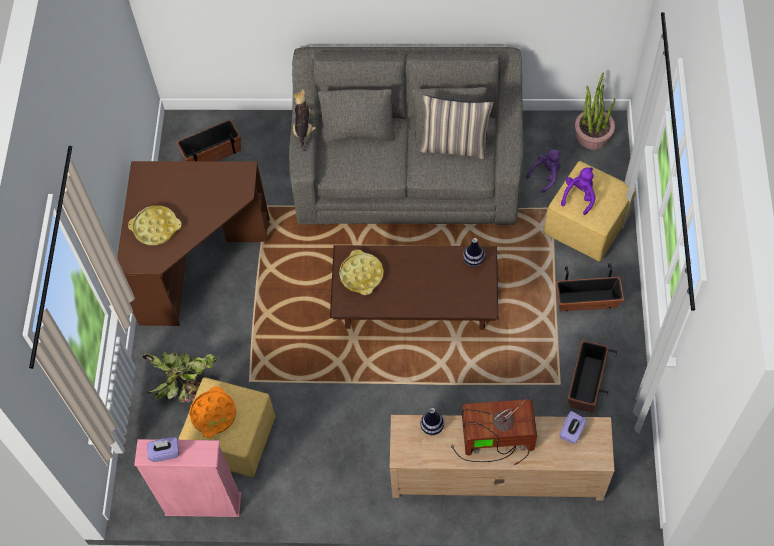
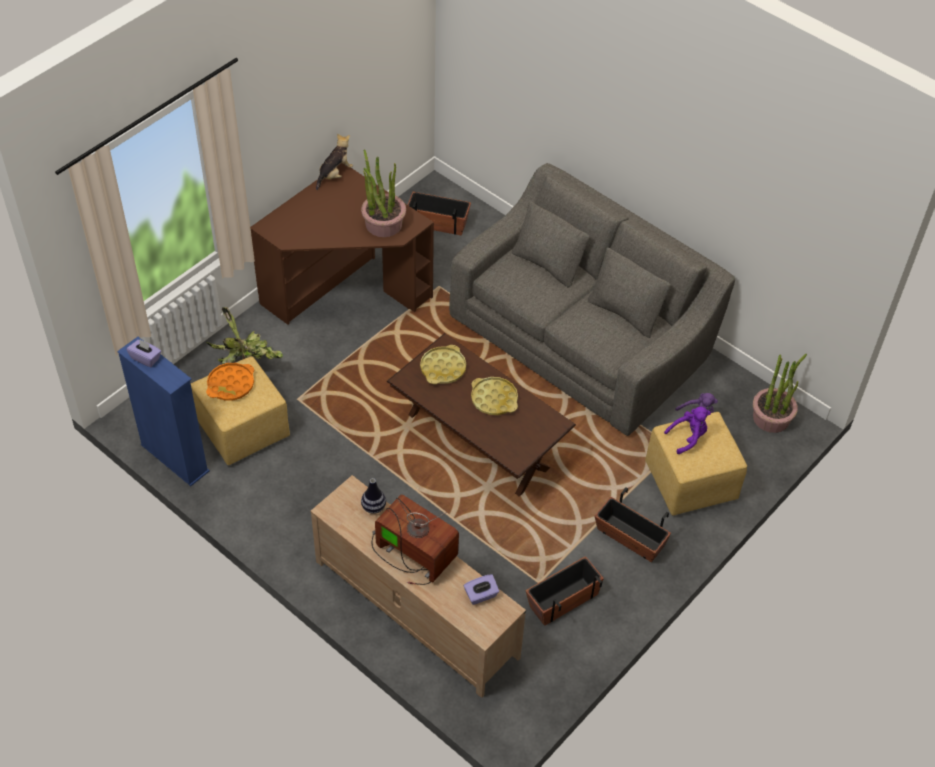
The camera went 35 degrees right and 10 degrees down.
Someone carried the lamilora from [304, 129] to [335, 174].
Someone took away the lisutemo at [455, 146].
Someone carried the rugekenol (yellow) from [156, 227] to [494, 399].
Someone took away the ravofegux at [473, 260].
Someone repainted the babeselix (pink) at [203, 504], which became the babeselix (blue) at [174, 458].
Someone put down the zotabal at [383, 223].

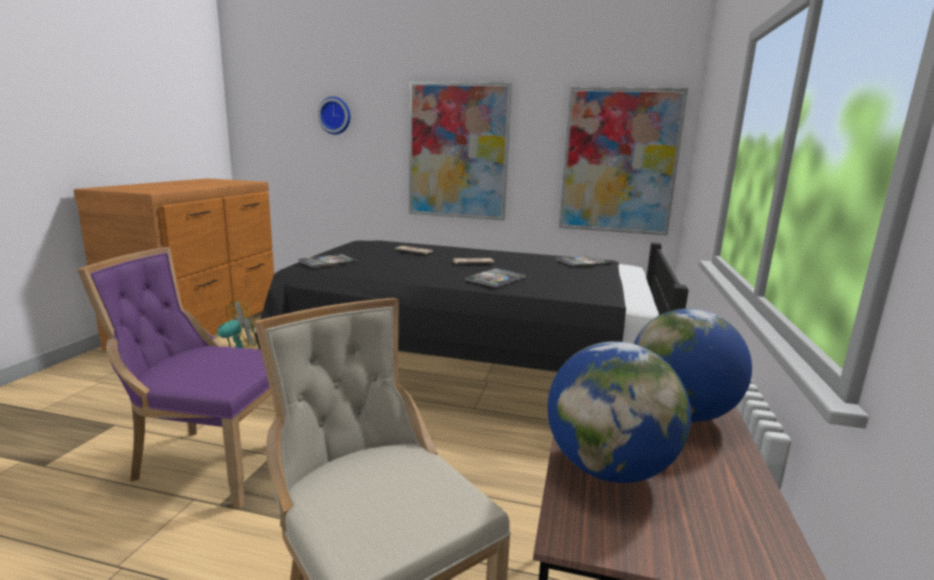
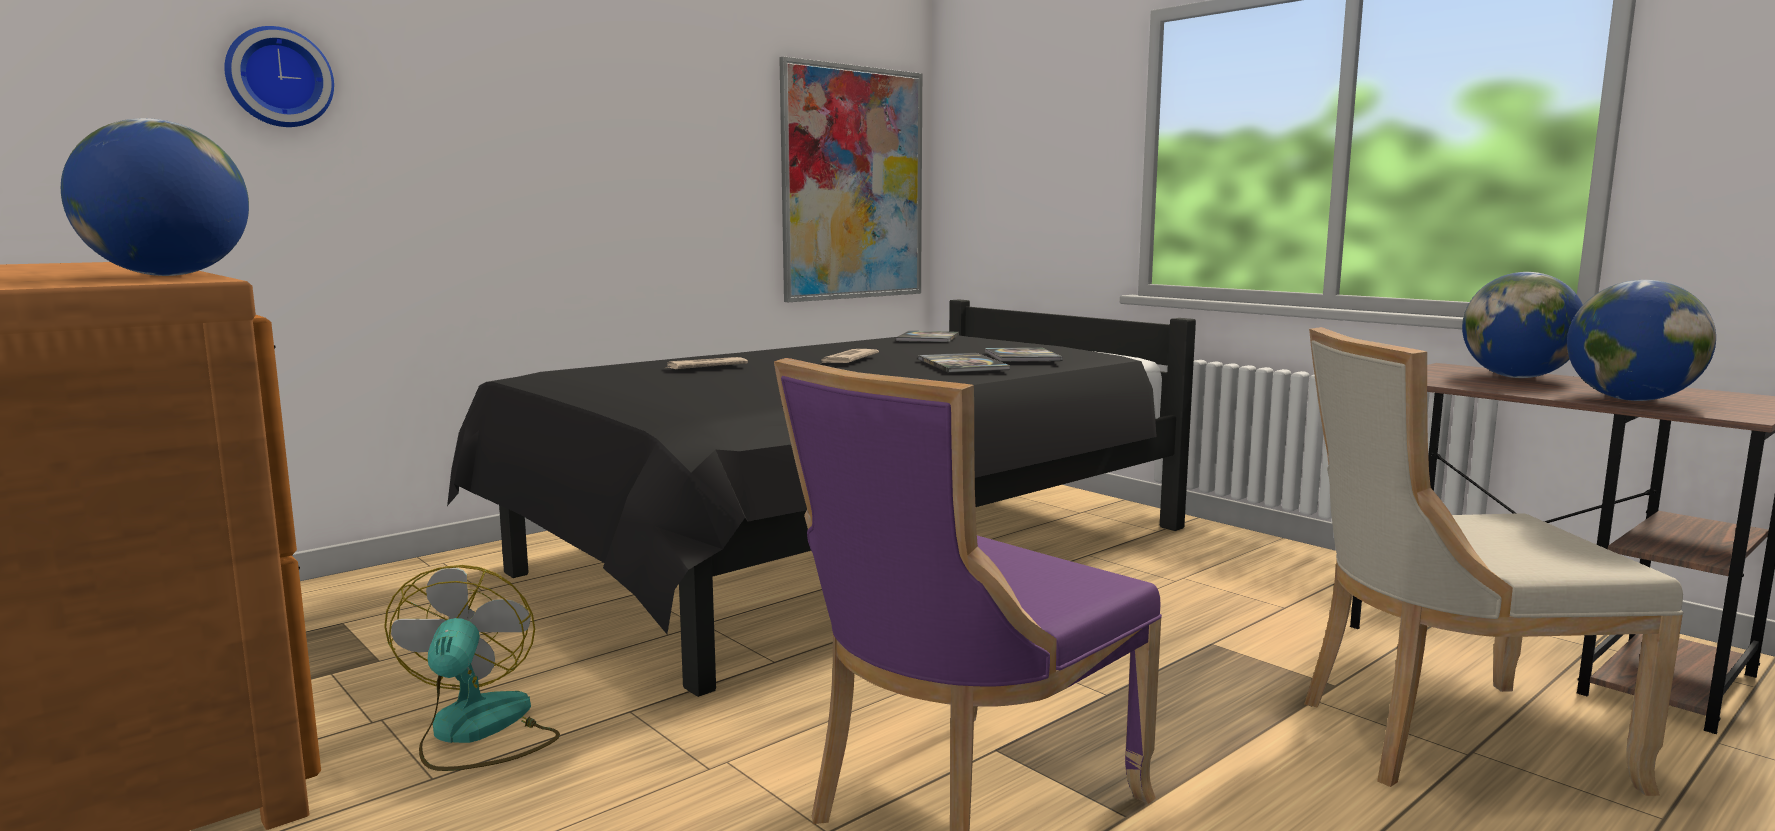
The camera went 55 degrees left and 5 degrees down.
Someone took away the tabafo at [458, 151].
Someone carried the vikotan from [328, 262] to [1022, 357].
Someone put down the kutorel at [169, 275].

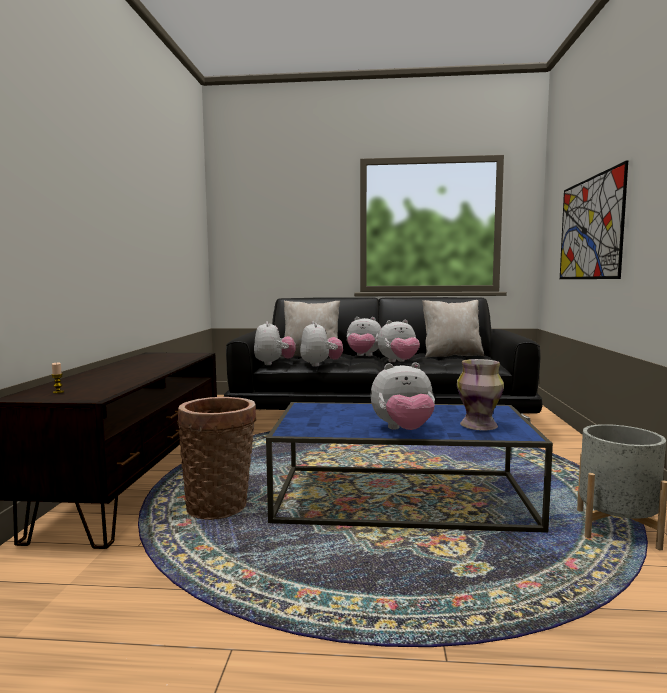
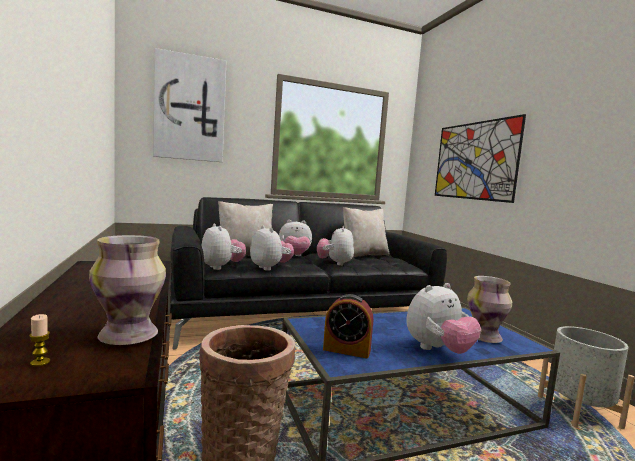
The camera went 25 degrees left and 0 degrees up.
Someone rotated the lamilora at [399, 362] by 135 degrees clockwise.
Someone put up the tabafo at [190, 108].
Someone put down the ravofegux at [130, 335].
Someone put down the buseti at [346, 350].

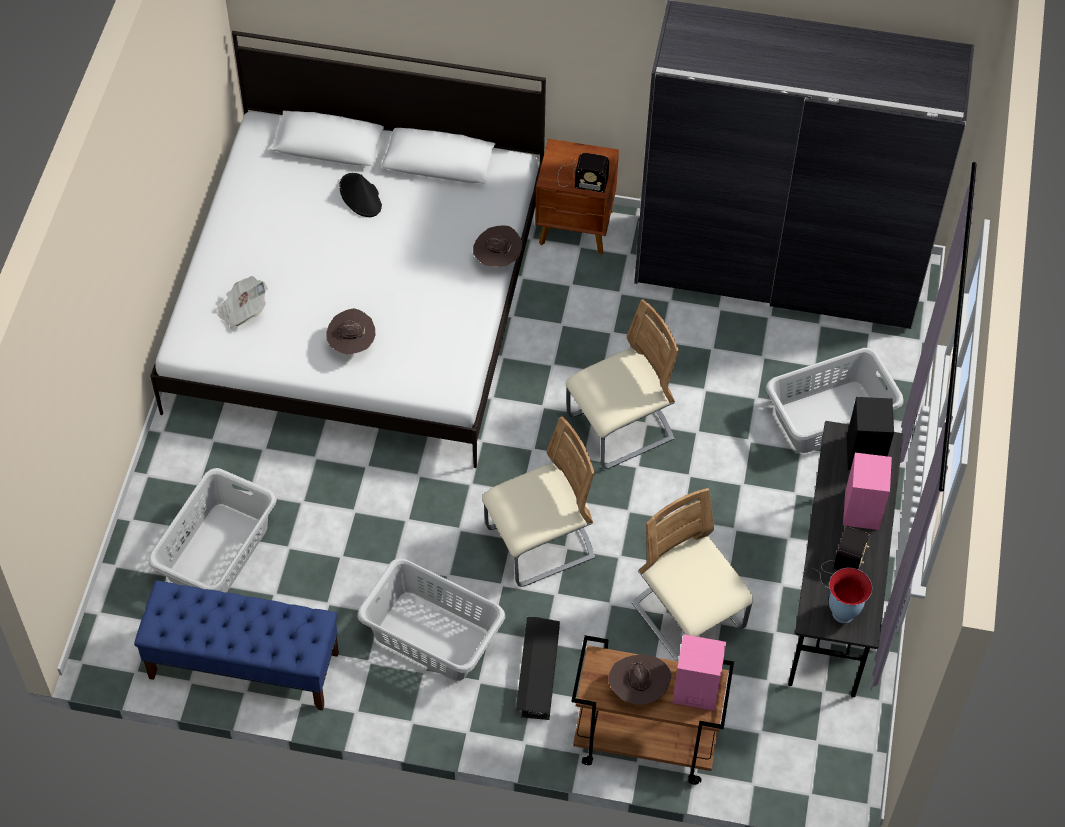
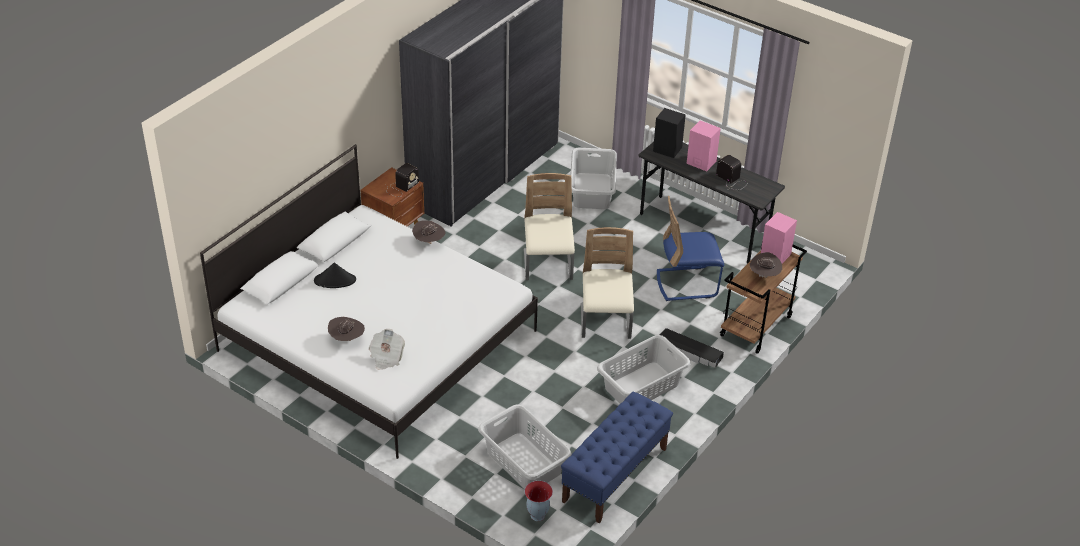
The camera went 65 degrees left and 15 degrees down.
Someone carried the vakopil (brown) from [351, 345] to [347, 339].
Someone repainted the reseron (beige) at [688, 617], which became the reseron (blue) at [687, 284].
Someone carried the ravofegux from [842, 613] to [537, 515].

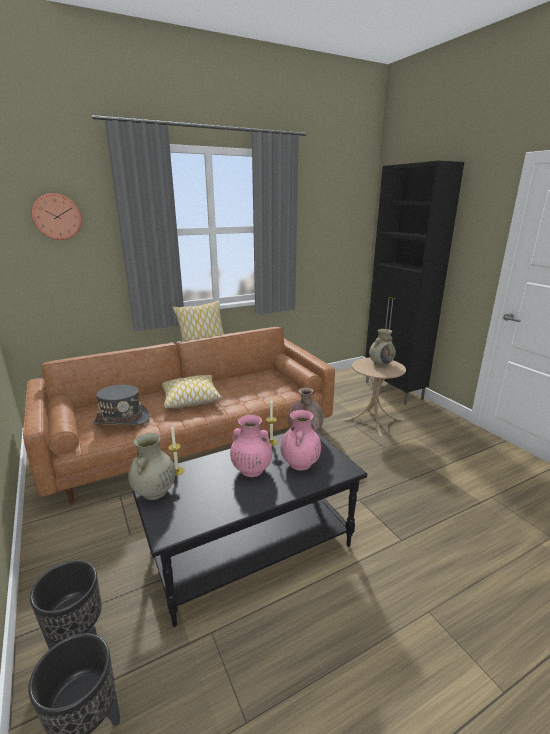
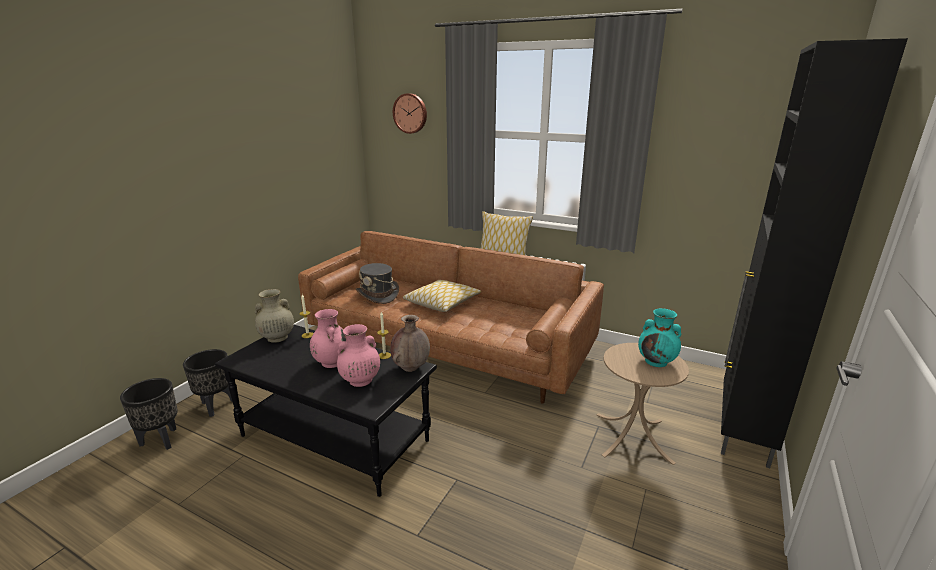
The camera went 55 degrees right and 0 degrees up.
Someone repainted the ravofegux (beige) at [381, 364], which became the ravofegux (turquoise) at [657, 361].

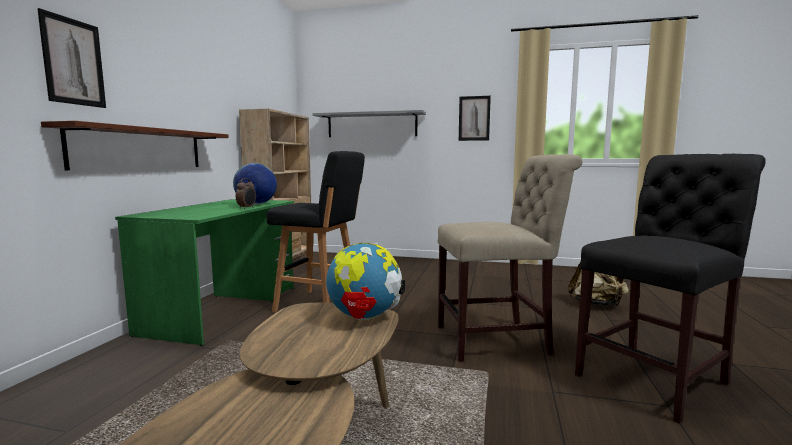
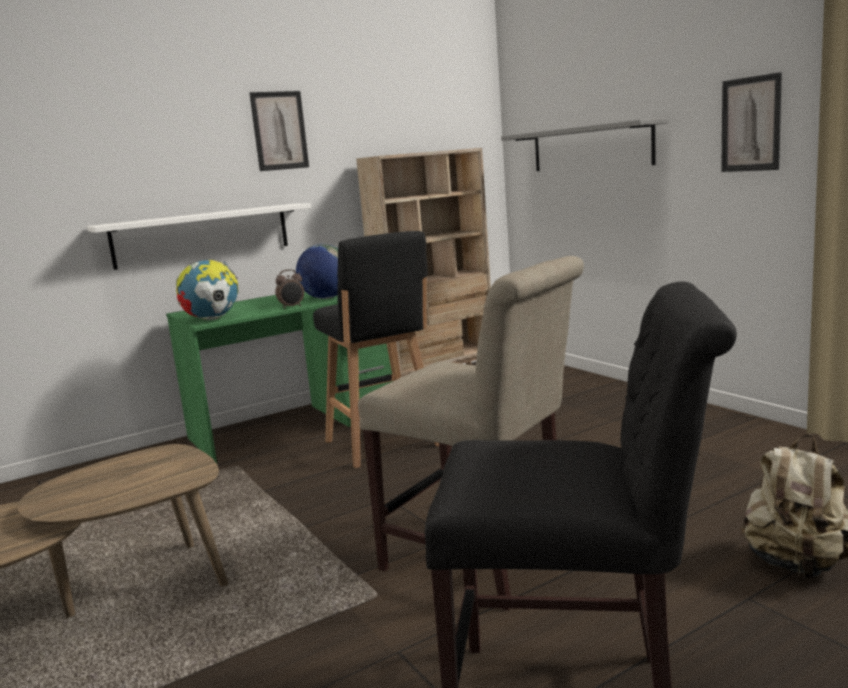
The camera went 45 degrees right and 5 degrees up.
Someone carried the tabafo from [73, 62] to [279, 131].
Someone repainted the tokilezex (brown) at [141, 149], which became the tokilezex (white) at [202, 235].
Someone carried the kutorel from [364, 317] to [212, 319].

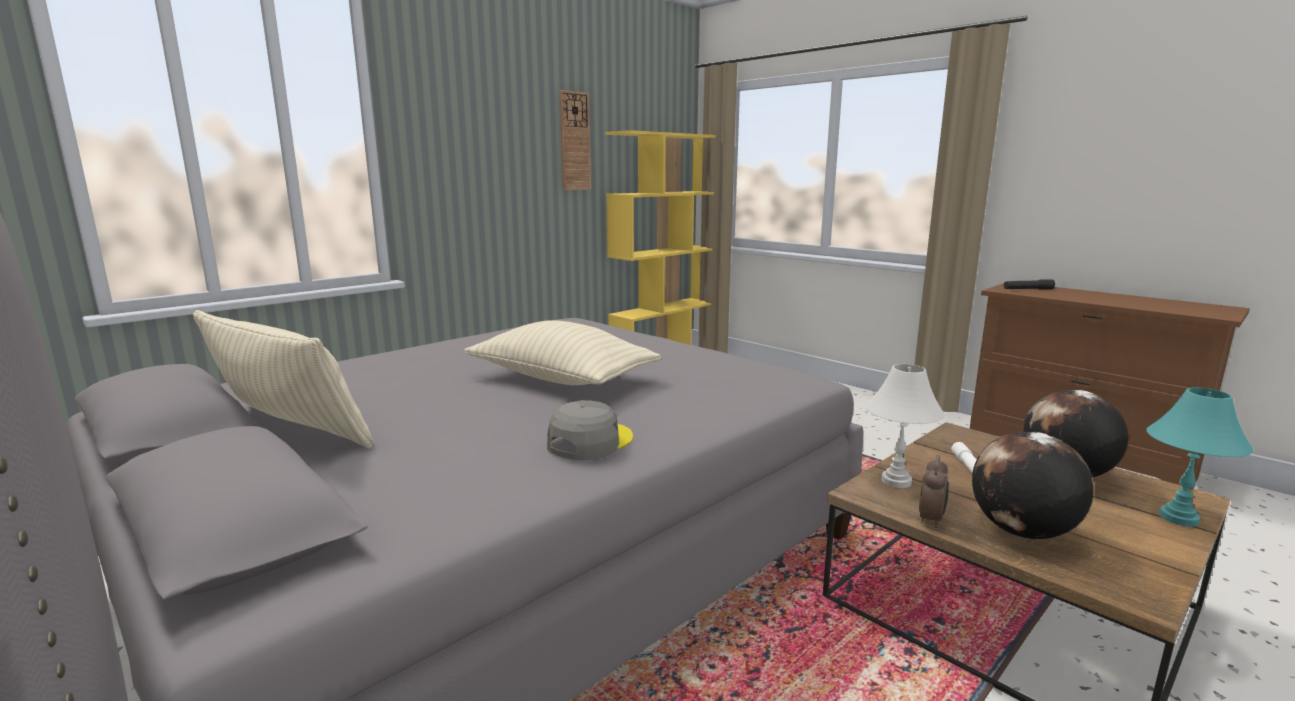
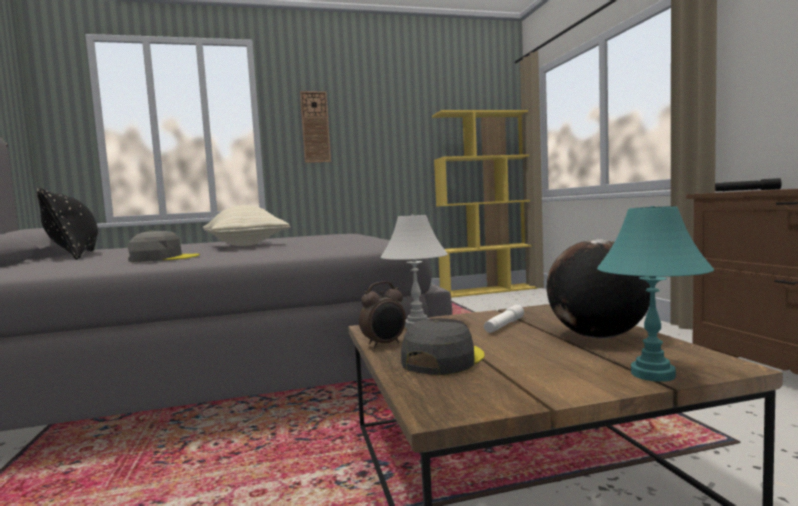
The camera went 30 degrees right and 10 degrees down.
Someone carried the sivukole from [574, 141] to [315, 127].
Someone repainted the lisutemo (beige) at [291, 429], which became the lisutemo (black) at [74, 256].
Someone swapped the kutorel at [1021, 532] for the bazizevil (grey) at [442, 359].

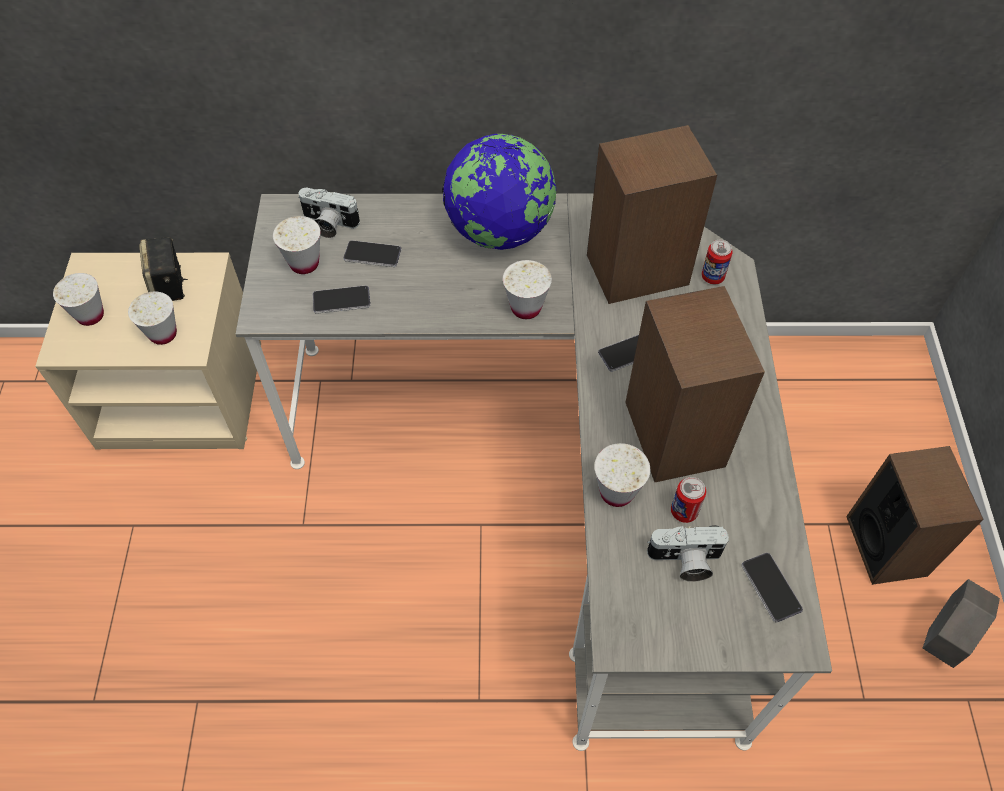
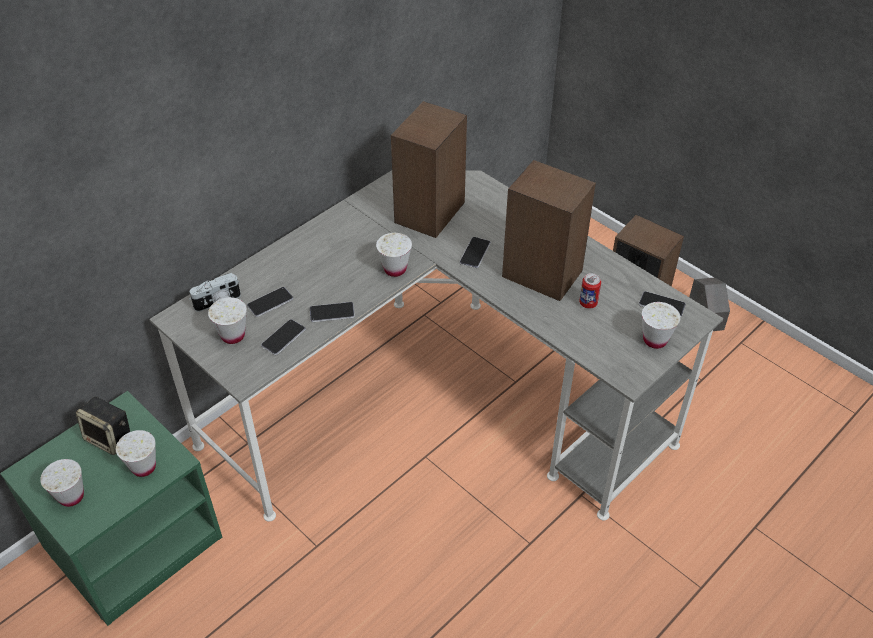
The camera went 45 degrees left and 10 degrees down.
Someone took away the kutorel at [500, 231].
Someone took away the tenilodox at [712, 277].
Someone repainted the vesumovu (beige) at [184, 394], which became the vesumovu (green) at [134, 541].
Someone carried the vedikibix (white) from [616, 492] to [655, 340].
Someone took away the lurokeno at [685, 561].
Someone put down the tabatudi at [332, 313].

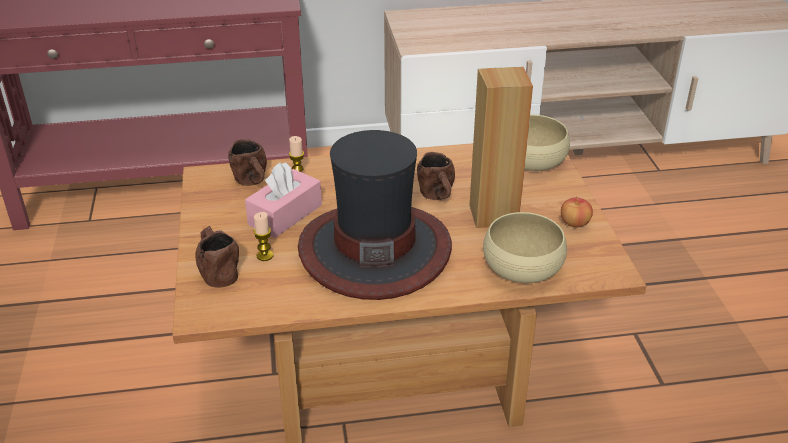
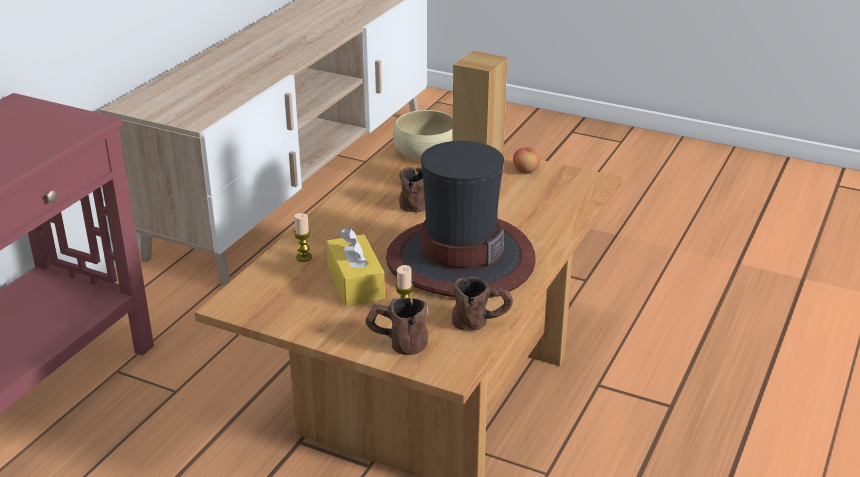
The camera went 55 degrees left and 5 degrees down.
Someone carried the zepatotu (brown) from [253, 183] to [481, 322].
Someone repainted the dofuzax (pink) at [285, 215], which became the dofuzax (yellow) at [355, 283].
Someone took away the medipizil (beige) at [523, 266].

